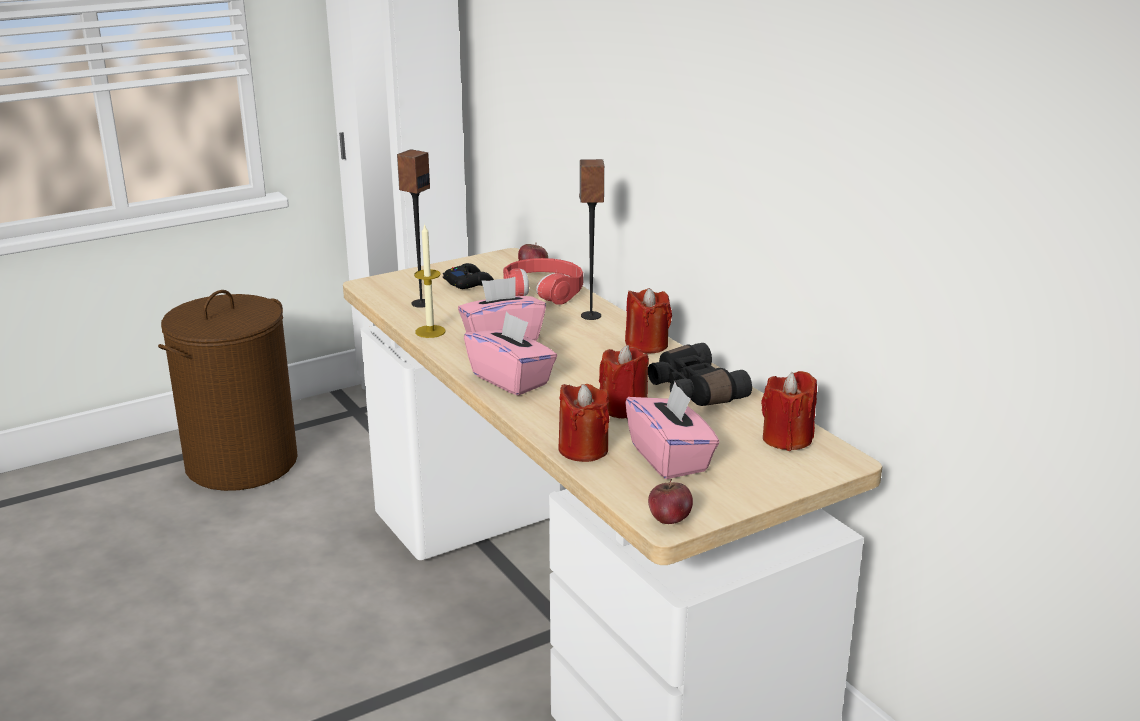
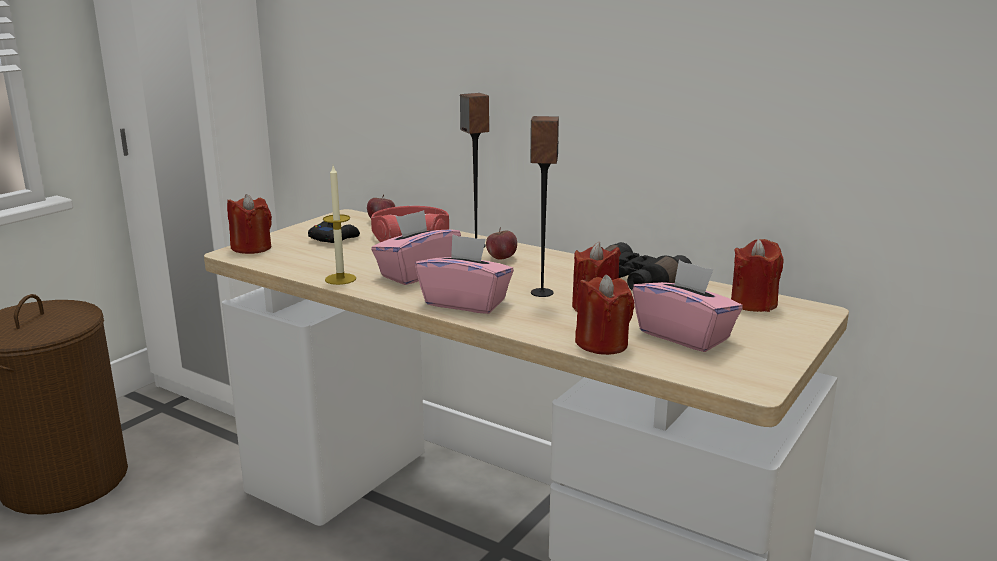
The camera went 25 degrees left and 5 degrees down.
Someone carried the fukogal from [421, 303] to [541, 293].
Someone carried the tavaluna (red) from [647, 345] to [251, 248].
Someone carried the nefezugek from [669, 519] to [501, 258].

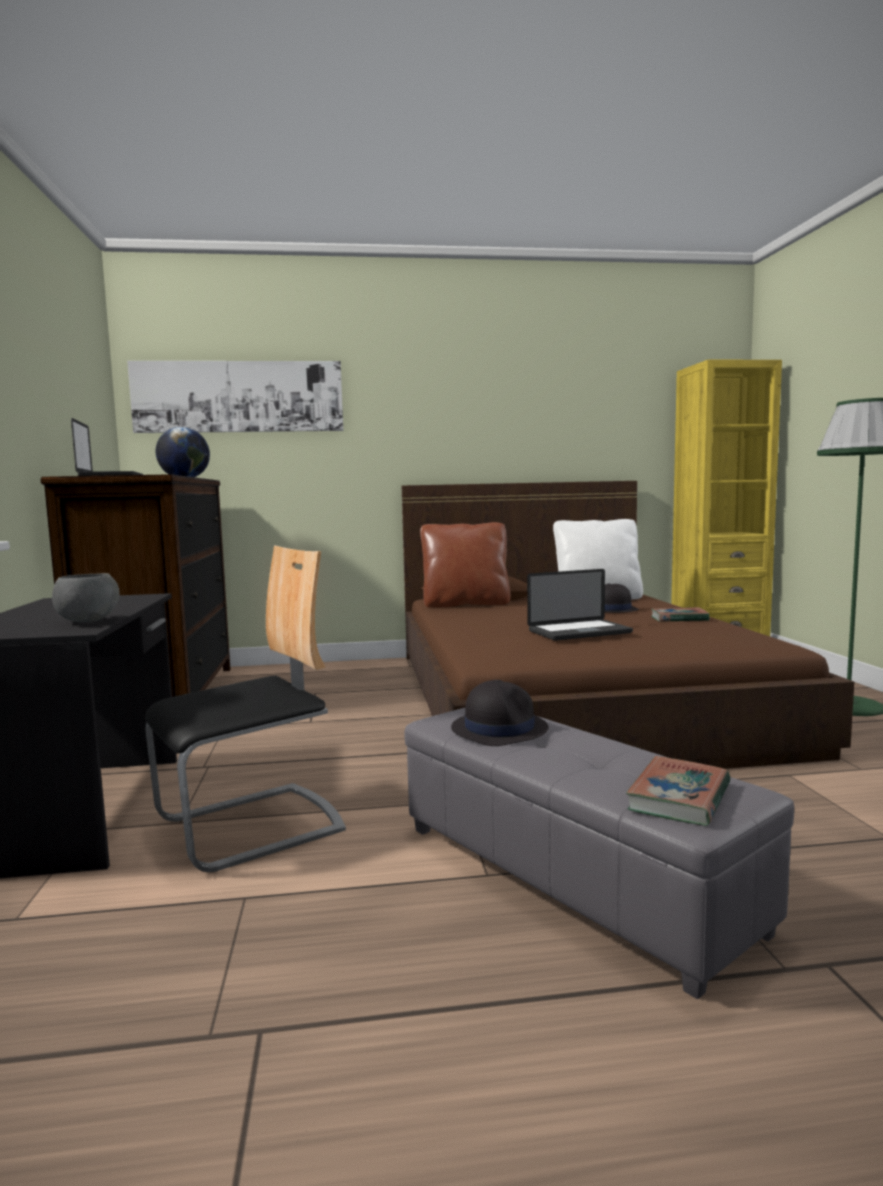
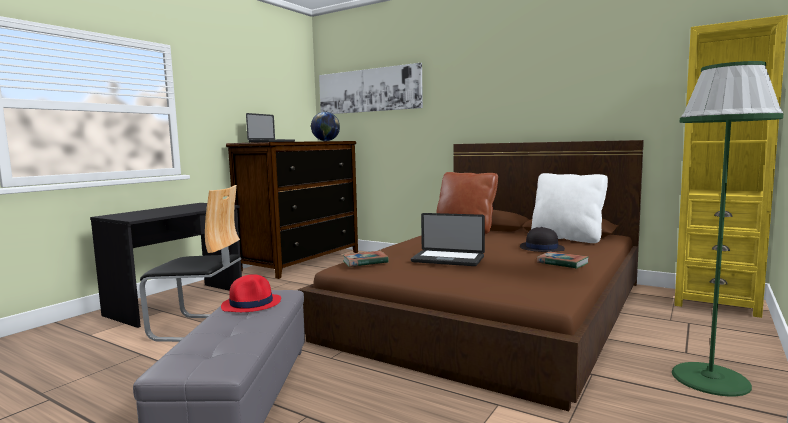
The camera went 40 degrees right and 0 degrees up.
Someone took away the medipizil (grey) at [89, 621].
Someone repainted the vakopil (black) at [499, 729], which became the vakopil (red) at [252, 304].
Someone carried the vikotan from [679, 798] to [365, 262].

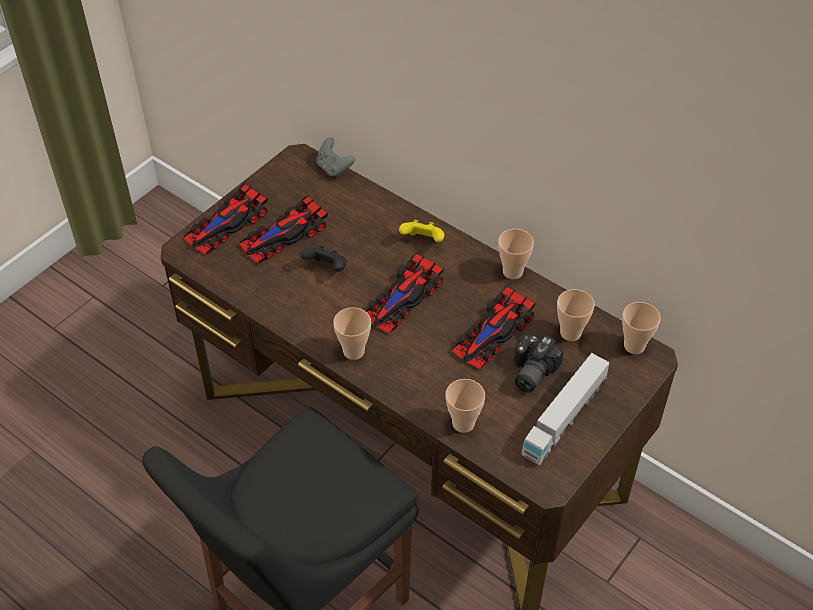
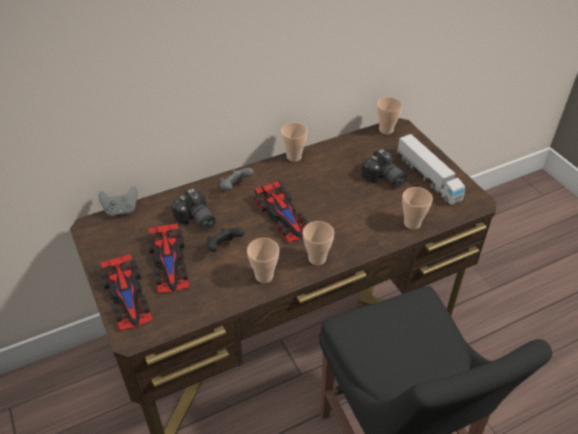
The camera went 65 degrees left and 5 degrees down.
Someone repainted the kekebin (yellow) at [423, 241], which became the kekebin (grey) at [235, 188].
Someone took away the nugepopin at [493, 333].
Someone carried the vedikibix from [570, 333] to [264, 276].
Someone put down the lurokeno at [195, 220].

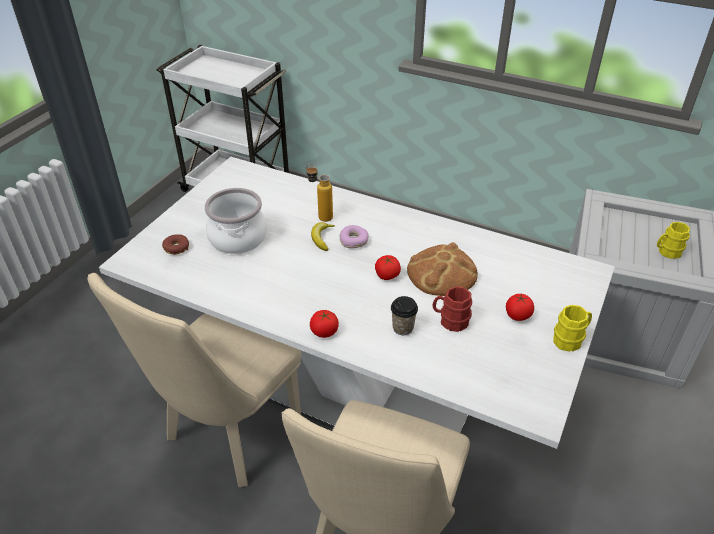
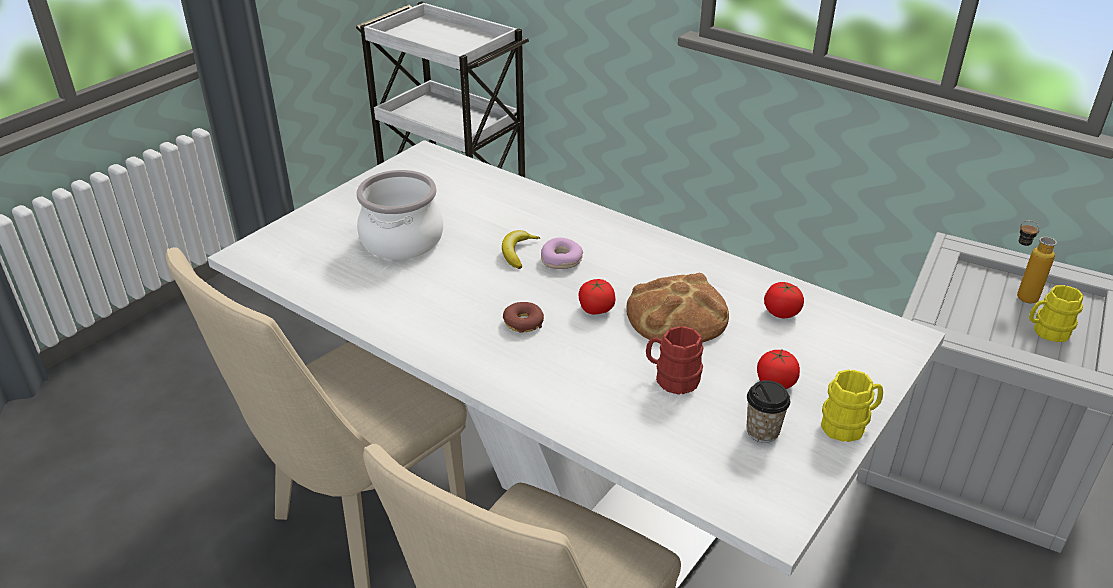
The camera went 10 degrees right and 5 degrees down.
Someone carried the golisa from [320, 216] to [1018, 295].
Someone carried the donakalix from [176, 248] to [523, 323].
Someone carried the vedikibix from [403, 328] to [762, 431].
Someone carried the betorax from [324, 332] to [781, 312].

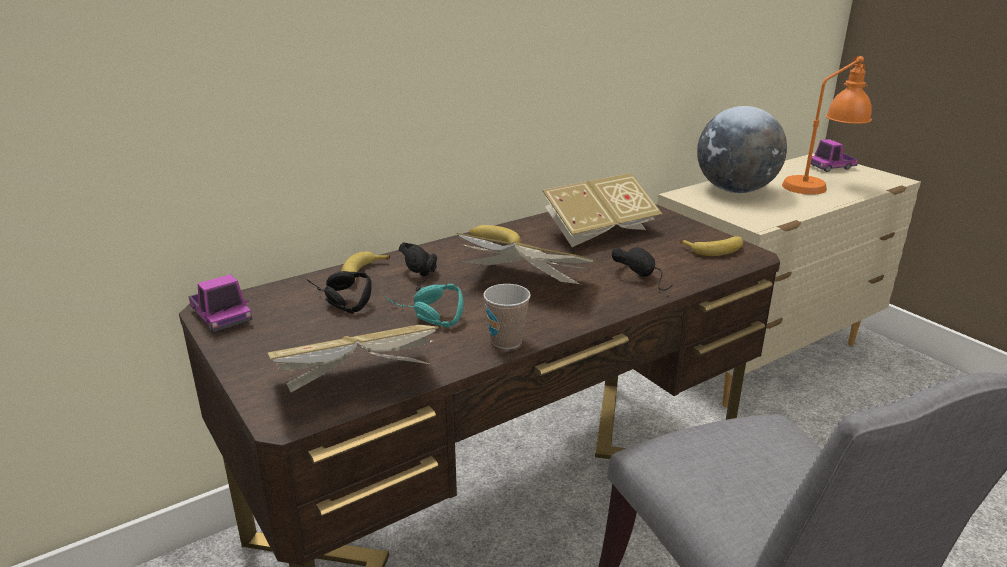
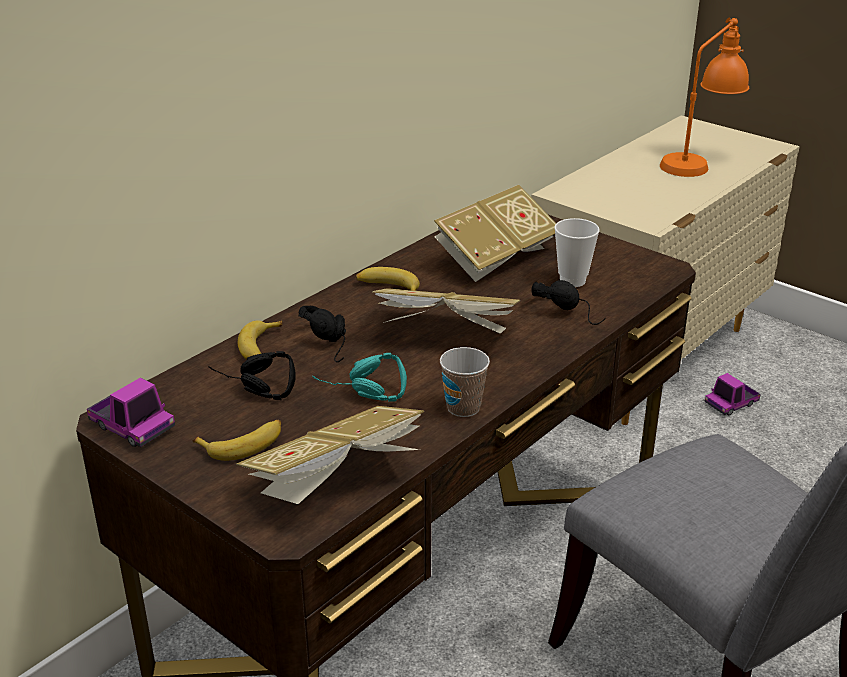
The camera went 15 degrees left and 5 degrees up.
Someone took away the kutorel at [735, 190].
Someone carried the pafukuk from [831, 167] to [731, 404].
Someone carried the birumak from [715, 249] to [243, 444].
Someone put down the vedikibix at [572, 281].

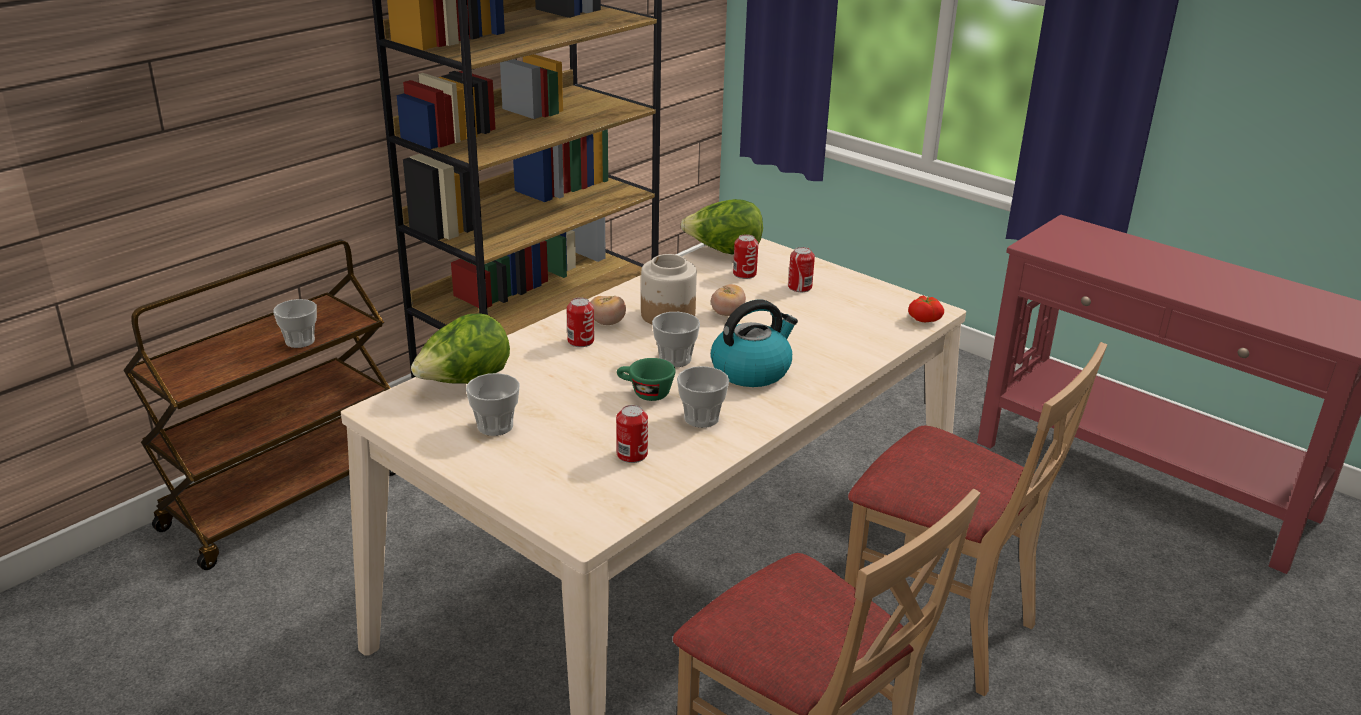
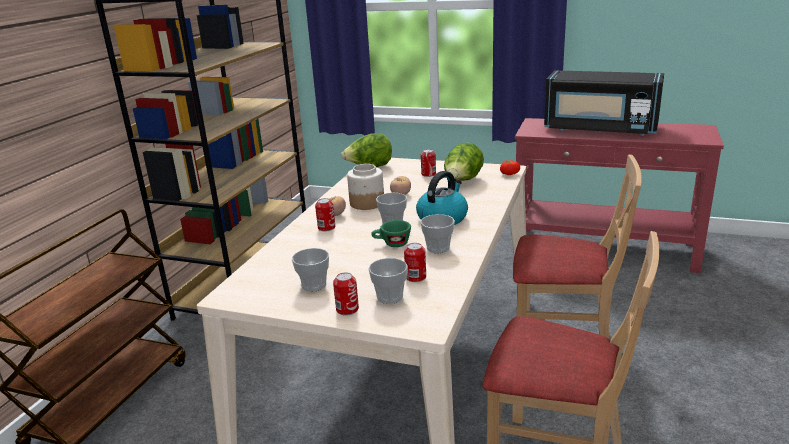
The camera went 20 degrees left and 5 degrees down.
Someone carried the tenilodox from [744, 274] to [347, 309].
Someone carried the vedikibix from [300, 341] to [390, 297].
Someone carried the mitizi from [464, 382] to [463, 181].
Someone put down the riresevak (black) at [600, 129].

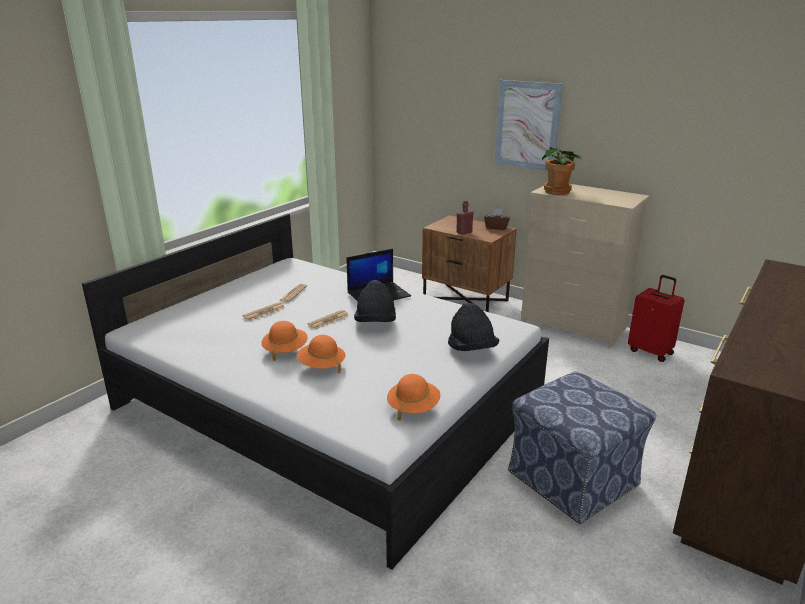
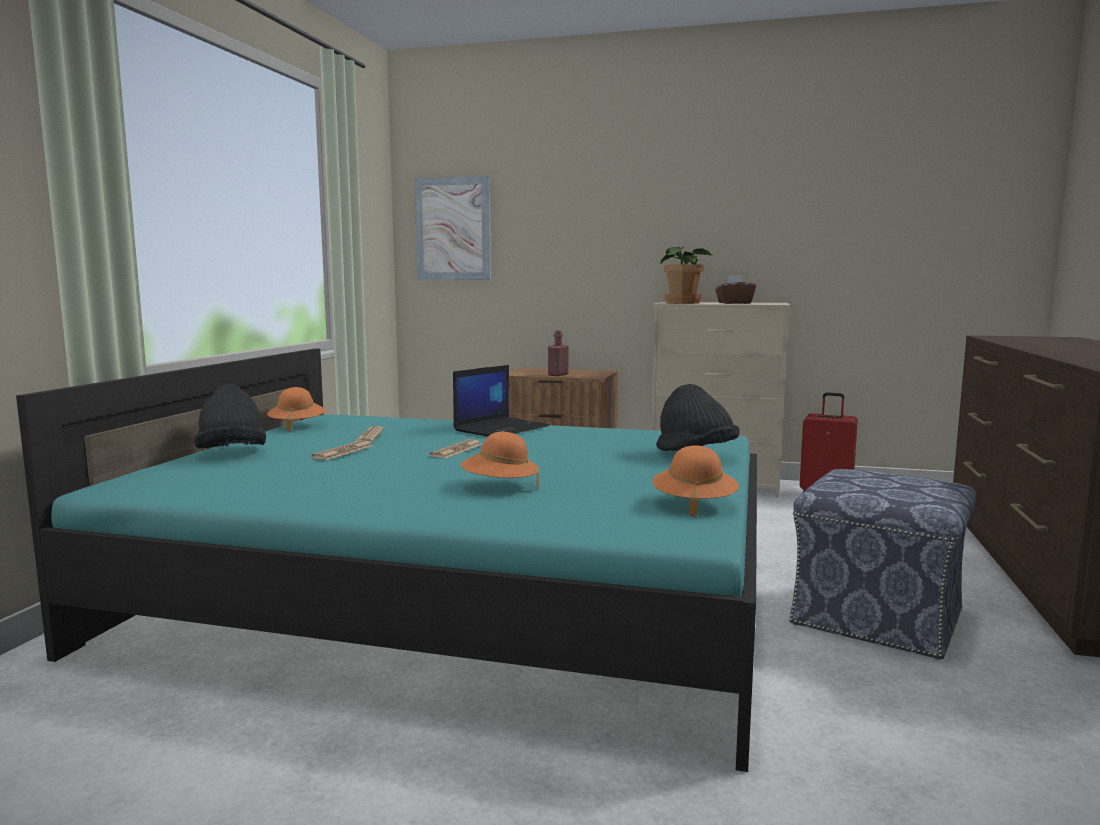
The camera went 20 degrees left and 15 degrees down.
Someone carried the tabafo from [527, 125] to [453, 229].
Someone carried the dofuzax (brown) from [496, 227] to [734, 303].
Someone repainted the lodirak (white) at [328, 404], which became the lodirak (turquoise) at [459, 596].
Someone carried the vakopil (black) from [375, 323] to [232, 453].
Someone carried the vakopil (orange) from [285, 350] to [297, 426].

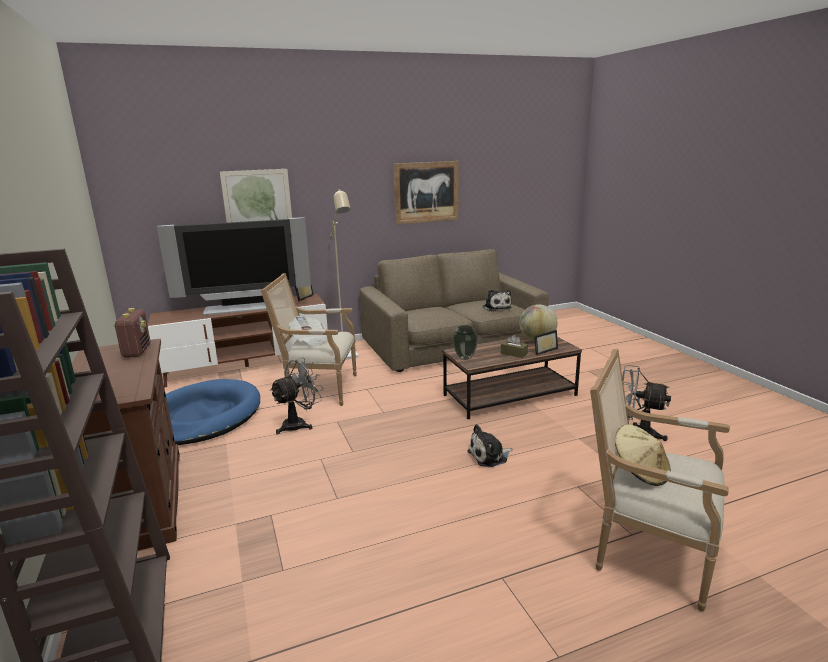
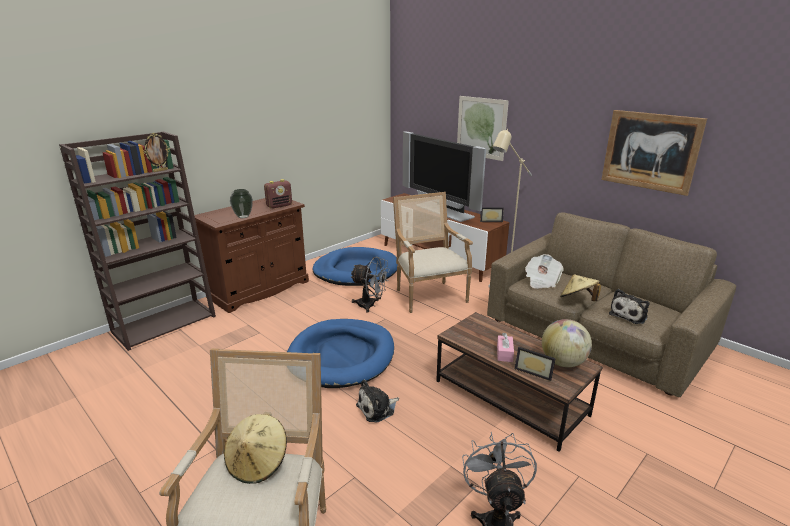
The camera went 65 degrees right and 5 degrees up.
Someone carried the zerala from [310, 341] to [541, 281].
Someone carried the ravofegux from [465, 357] to [243, 217].
Someone repainted the dofuzax (brown) at [514, 353], which became the dofuzax (pink) at [504, 353].
Someone rotated the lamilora at [489, 456] by 75 degrees counterclockwise.
Someone put down the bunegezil at [160, 170].
Someone put down the vakopil (beige) at [578, 300].
Someone put down the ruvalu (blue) at [342, 356].

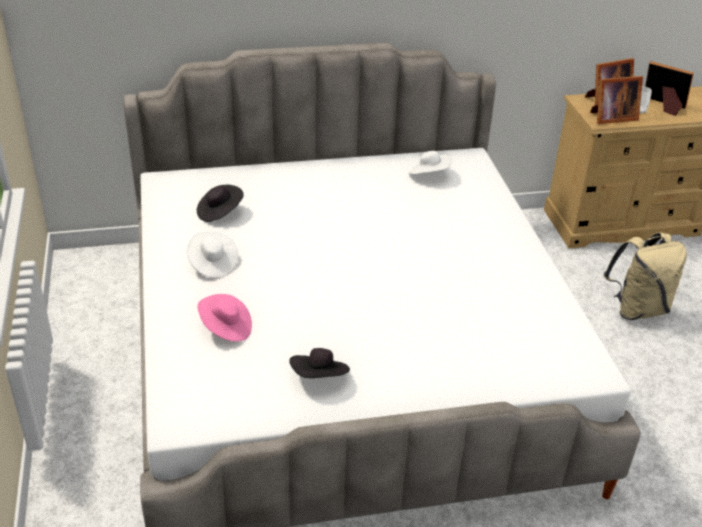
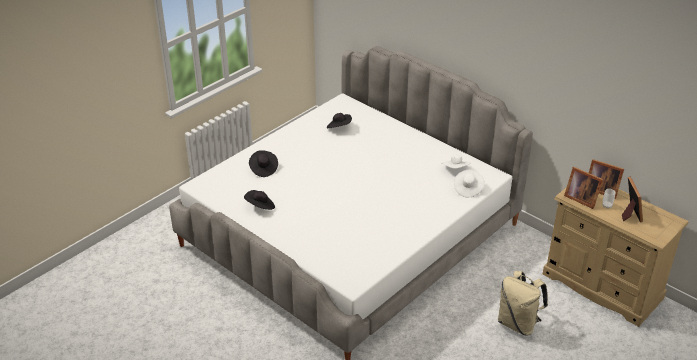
The camera went 55 degrees right and 0 degrees up.
Someone carried the vakopil (white) from [212, 264] to [468, 189].
Someone repainted the vakopil (pink) at [226, 328], which became the vakopil (black) at [263, 169].

